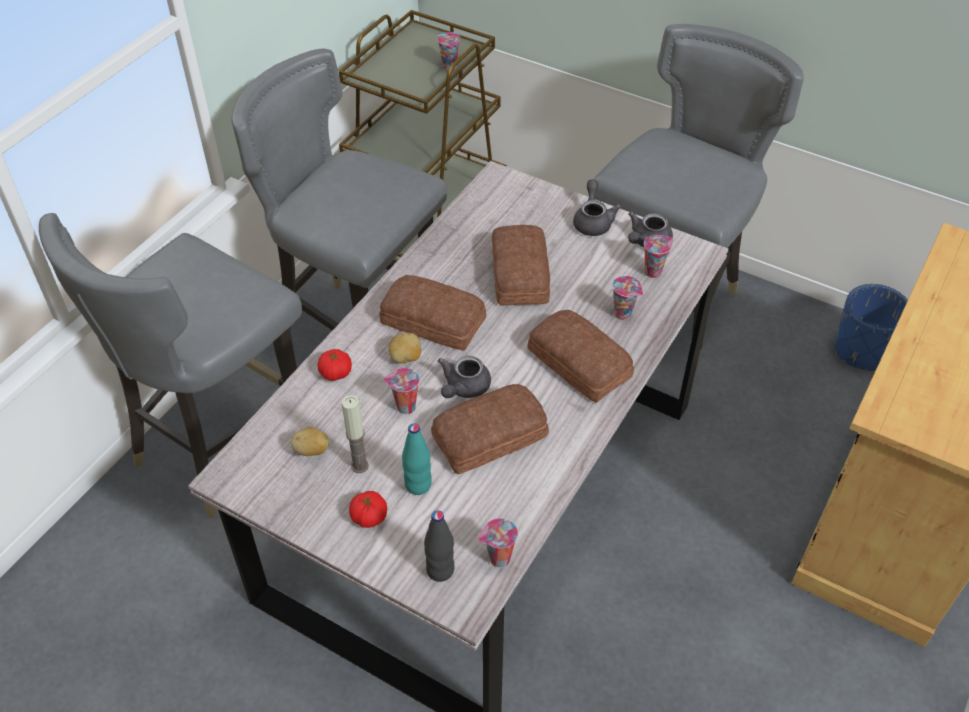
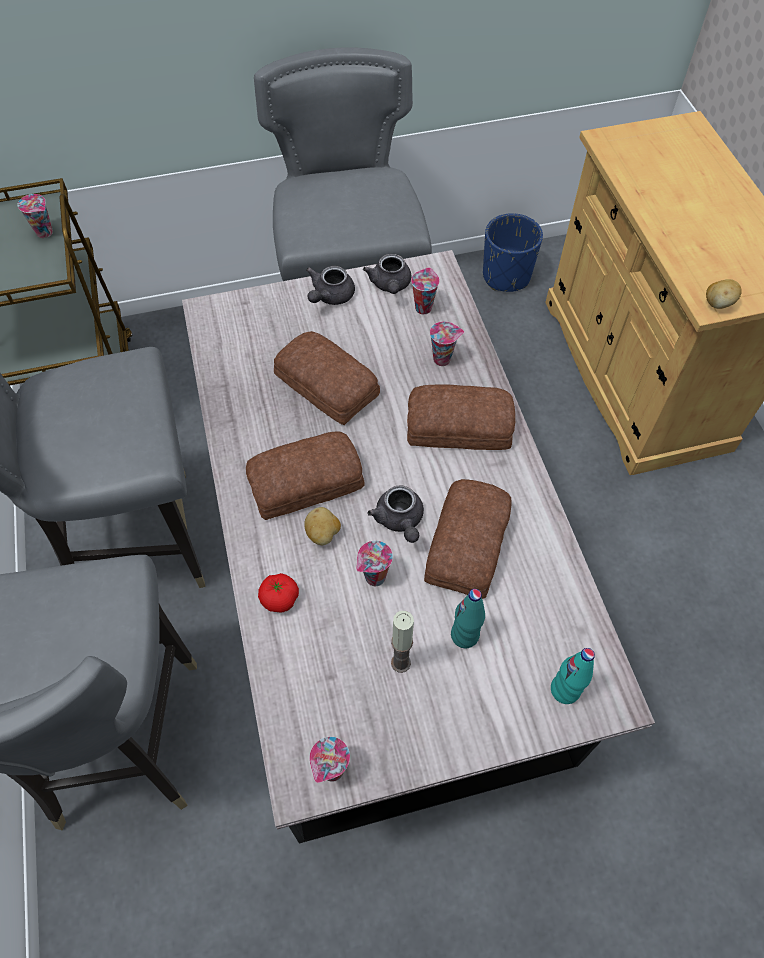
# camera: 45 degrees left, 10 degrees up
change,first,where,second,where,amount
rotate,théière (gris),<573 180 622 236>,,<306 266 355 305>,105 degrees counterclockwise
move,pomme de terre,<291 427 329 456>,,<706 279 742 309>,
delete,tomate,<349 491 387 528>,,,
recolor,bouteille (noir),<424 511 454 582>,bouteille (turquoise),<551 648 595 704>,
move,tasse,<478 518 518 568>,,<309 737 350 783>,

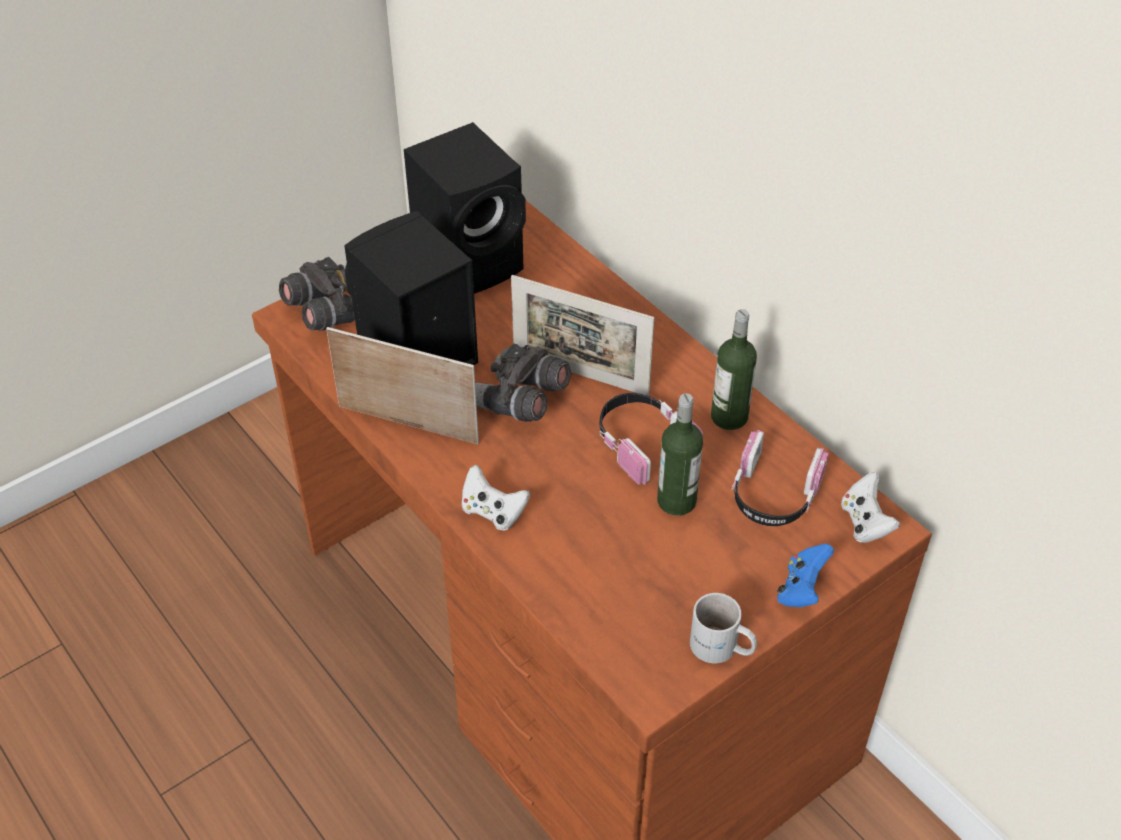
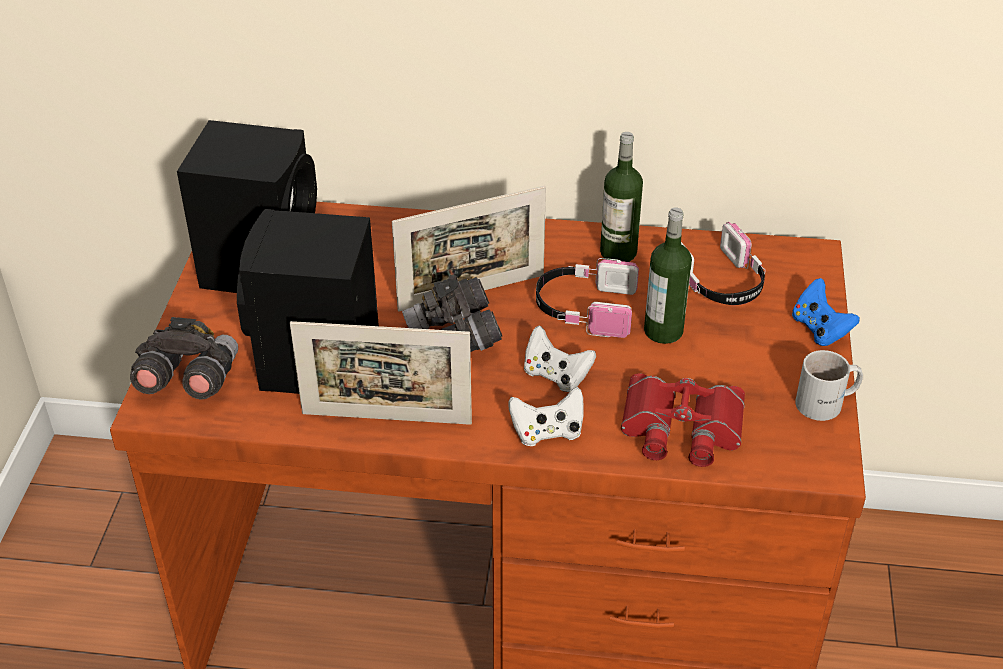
# camera: 45 degrees left, 5 degrees down
change,first,where,second,where,amount
rotate,cadre photo,<326 327 479 444>,,<290 321 472 425>,150 degrees counterclockwise
move,manette (blanc),<841 472 900 543>,,<524 326 596 392>,
insert,,,jumelles (rouge),<621 373 745 467>,

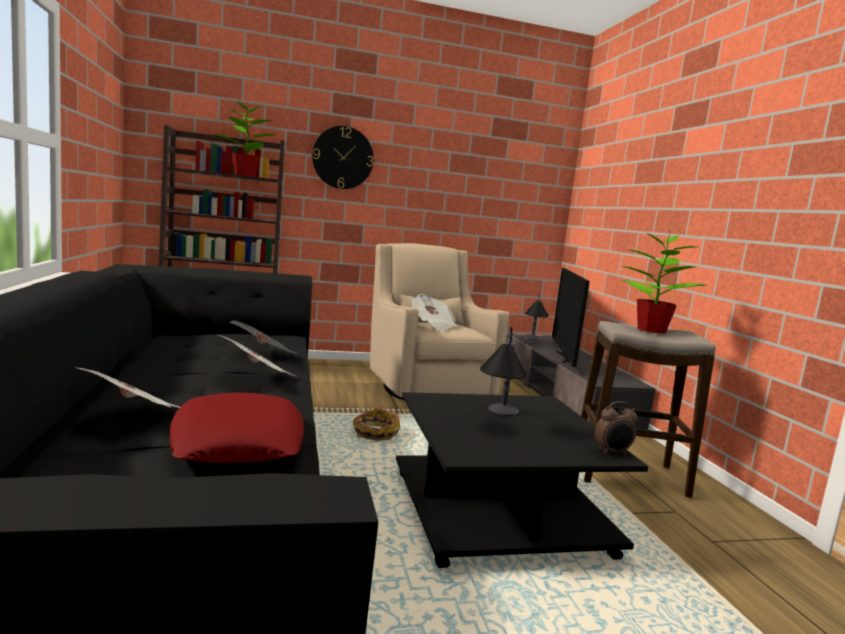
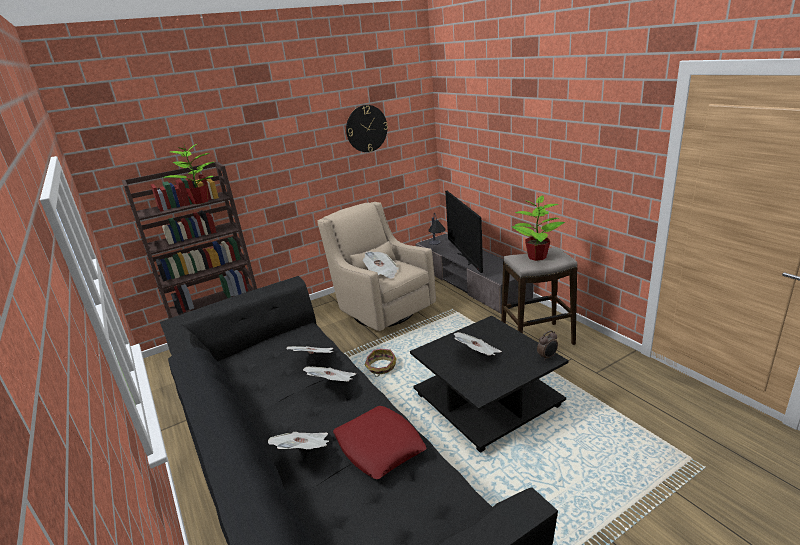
# camera: 15 degrees left, 15 degrees up
change,first,where,second,where,amount
move,horloge murale,<312 126 374 189>,,<346 105 388 152>,
replace,lampe de table,<480 327 526 416>,journal,<453 332 502 356>,

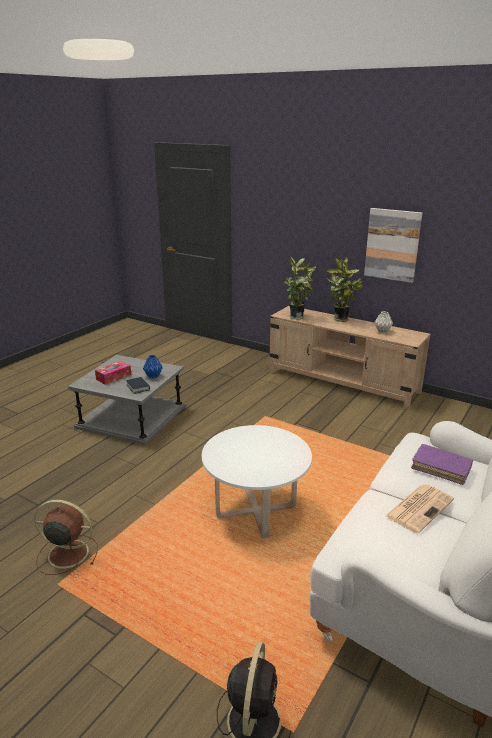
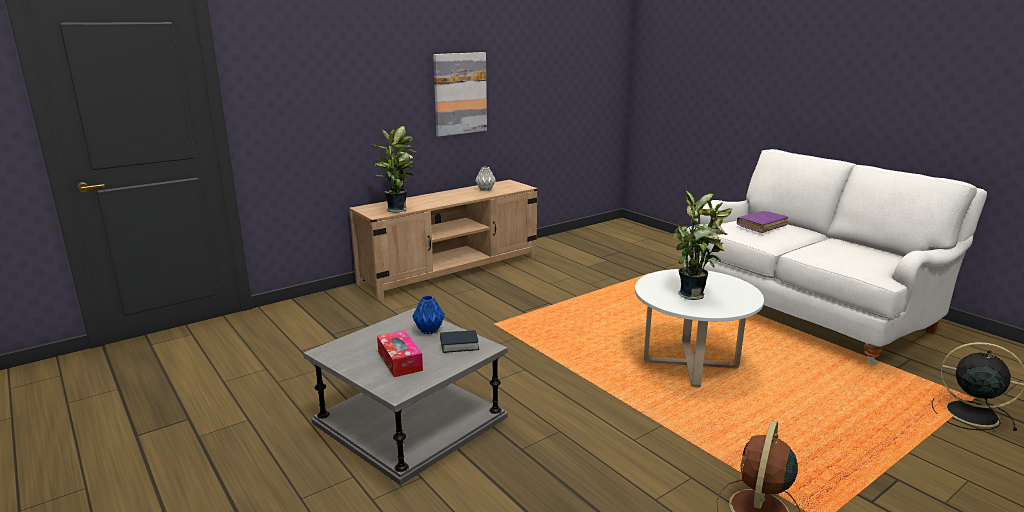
# camera: 70 degrees left, 5 degrees down
change,first,where,second,where,amount
move,plante en pot,<327 256 363 322>,,<673 190 733 300>,
delete,journal,<385 484 454 533>,,,

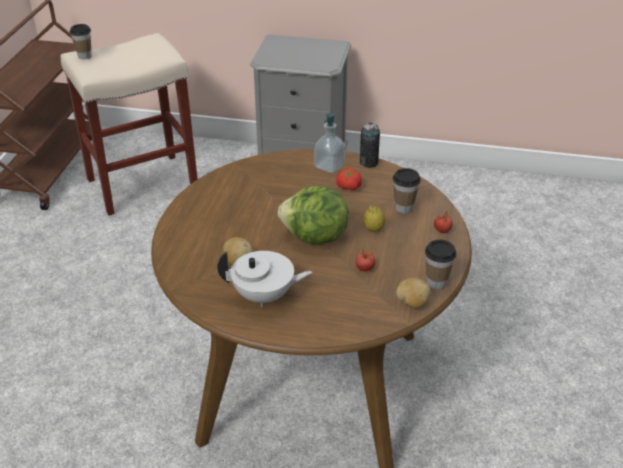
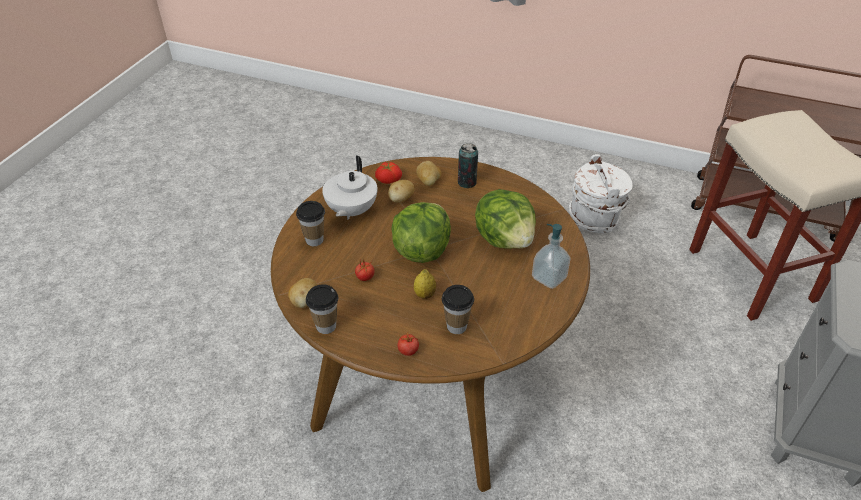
# camera: 100 degrees right, 5 degrees up
change,first,where,second,where,amount
move,tasse,<70 24 91 59>,,<296 201 325 246>,
move,boîte métallique,<360 123 380 168>,,<458 143 478 188>,
move,tomate,<336 168 362 190>,,<375 162 402 184>,
insert,,,seau (blanc),<568 154 633 233>,
insert,,,pomme de terre,<416 161 441 186>,
insert,,,laitue,<475 189 536 249>,

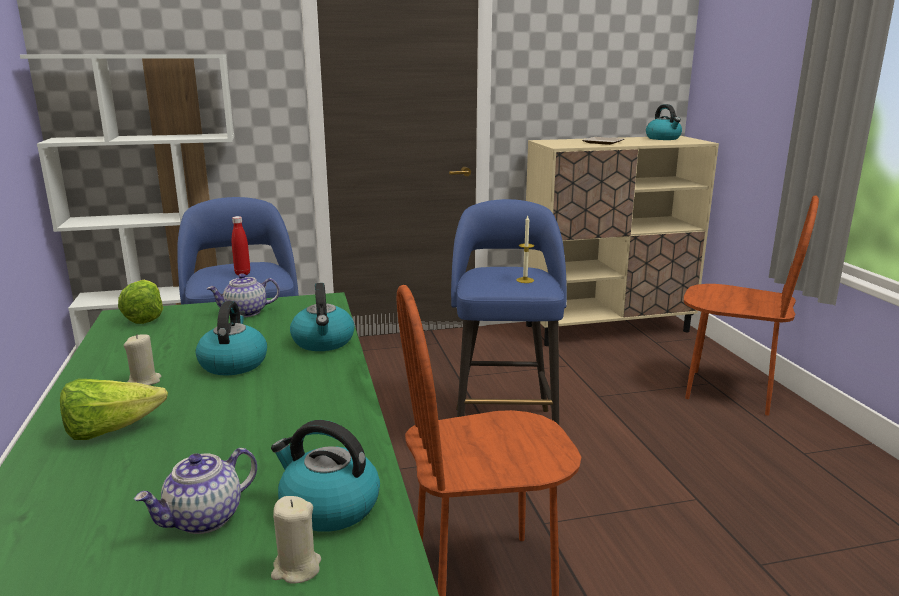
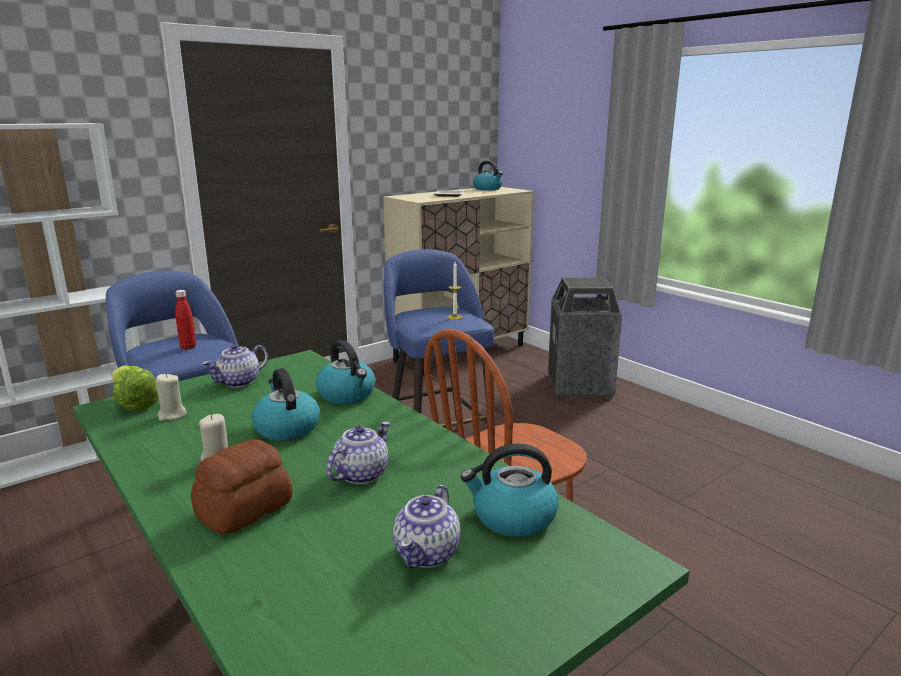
# camera: 25 degrees left, 0 degrees up
change,first,where,second,where,amount
replace,chaise (marron),<684 195 819 416>,poubelle,<548 277 622 397>,
replace,laitue,<60 379 168 440>,pain,<191 439 293 534>,
move,bougie (beige),<271 496 321 584>,,<156 374 186 421>,
insert,,,théière,<326 422 390 484>,

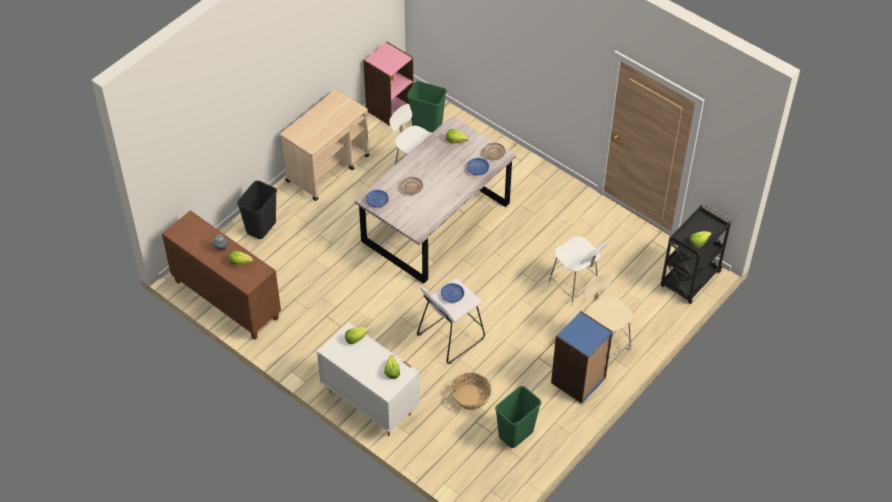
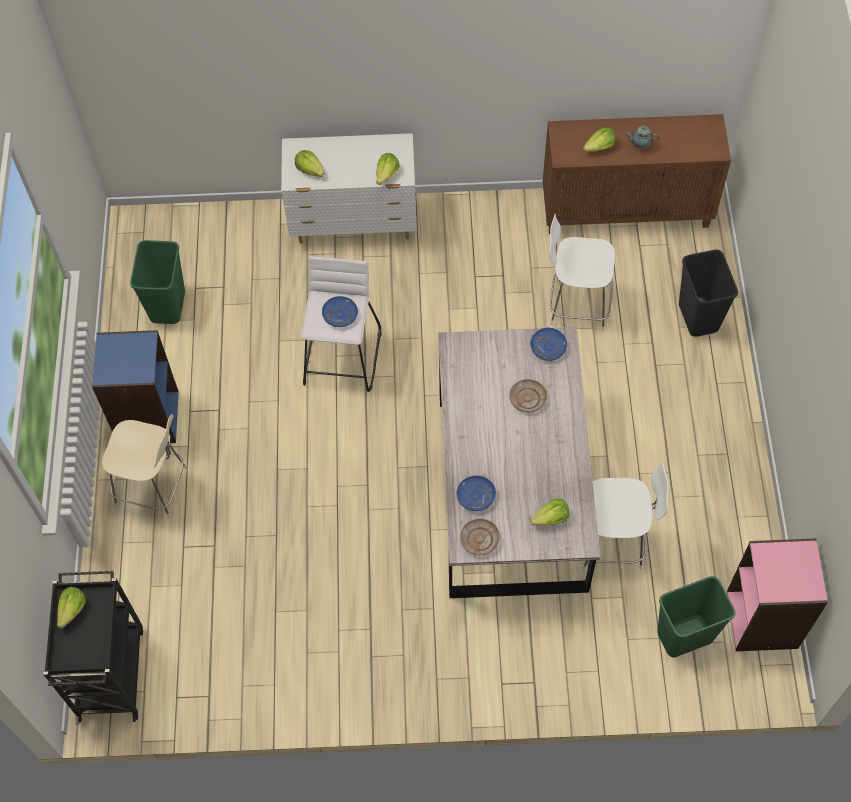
# camera: 140 degrees right, 10 degrees up
change,first,where,second,where,amount
delete,chariot (beige),<281 89 369 201>,,,
move,chaise (blanc),<548 236 607 306>,,<549 214 615 331>,
delete,panier,<451 372 492 410>,,,

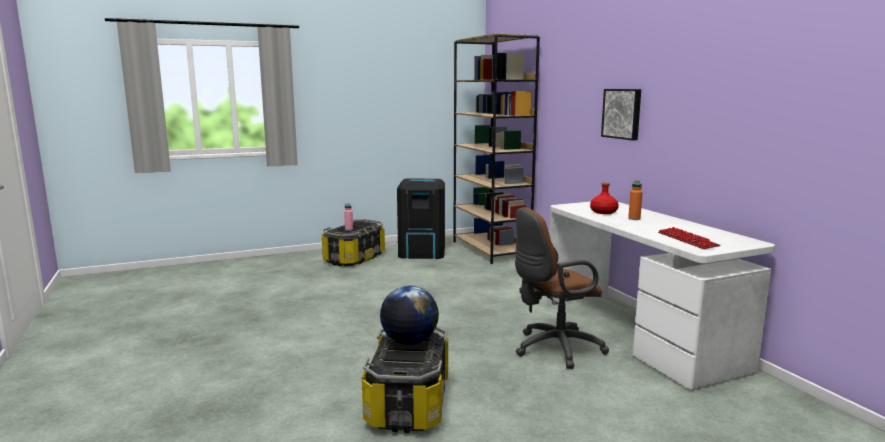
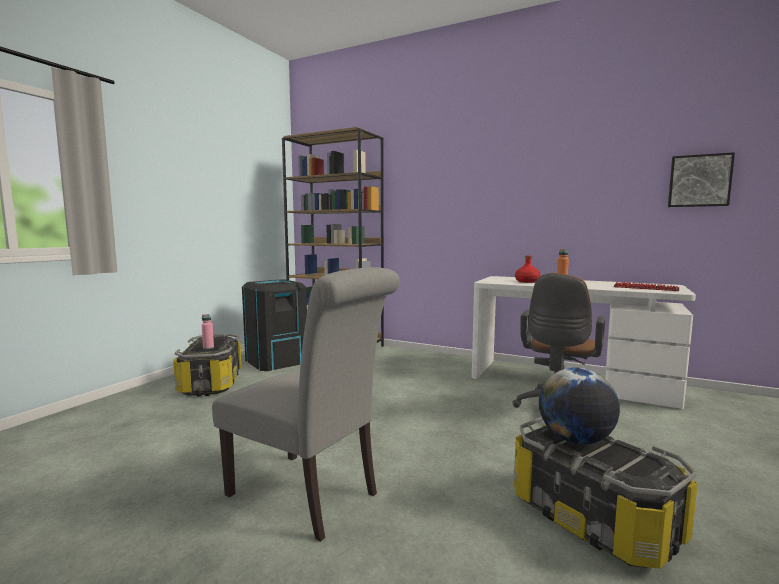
# camera: 40 degrees left, 5 degrees down
change,first,where,second,where,amount
move,tableau,<601 89 641 140>,,<668 152 735 207>,
insert,,,chaise (gris),<212 267 400 542>,

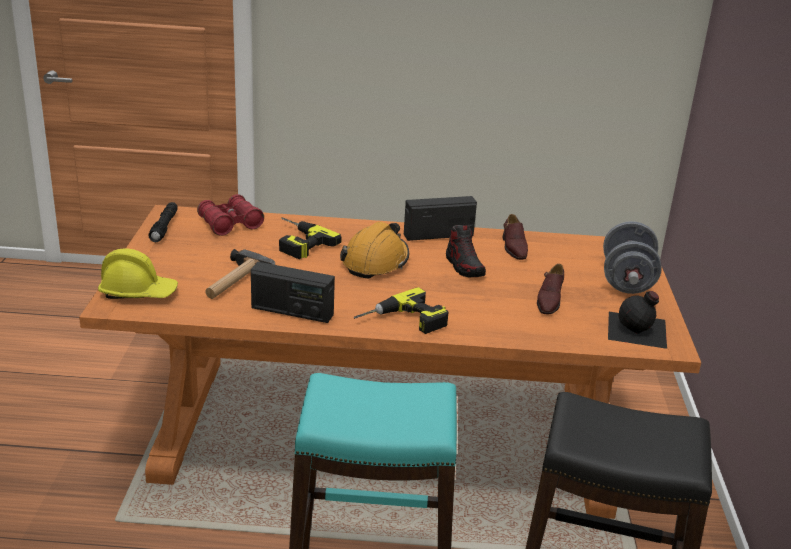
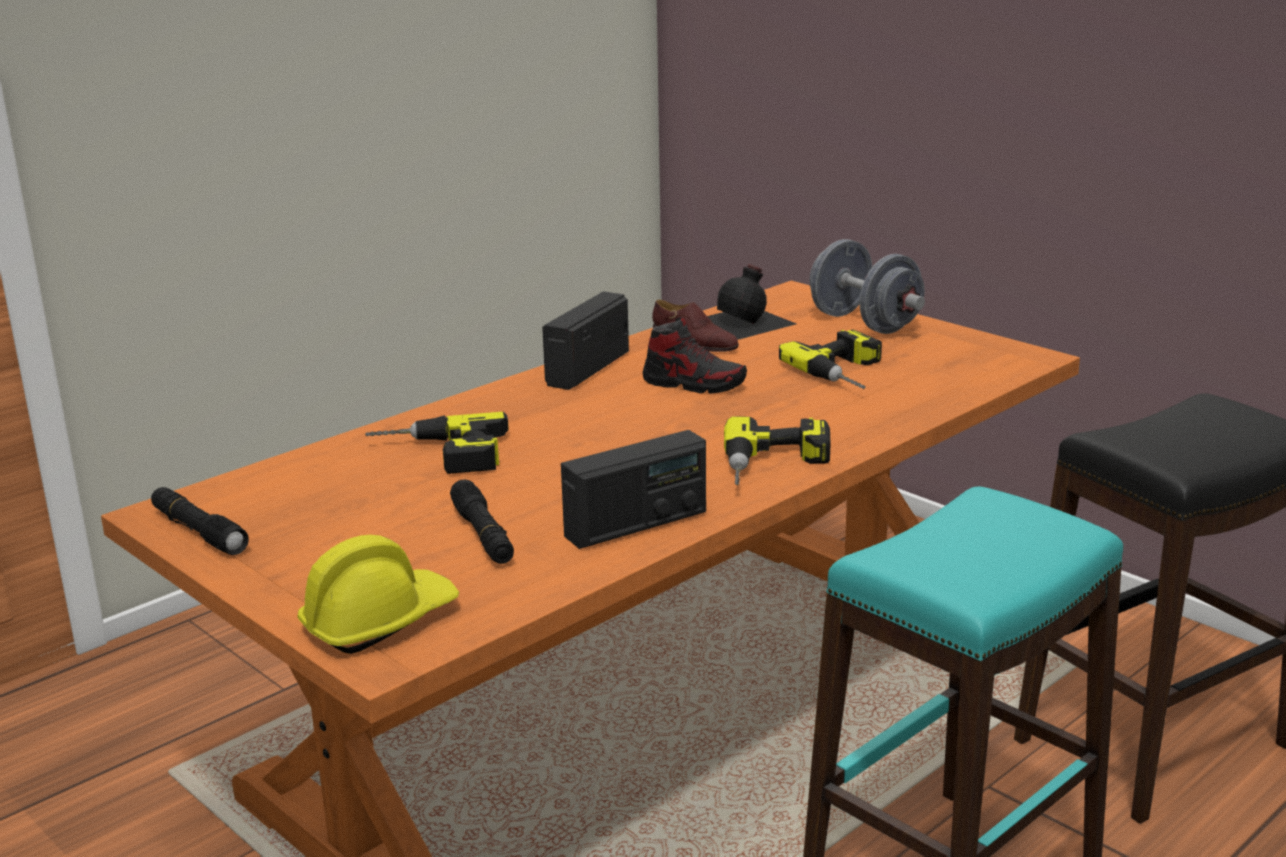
# camera: 45 degrees left, 5 degrees down
change,first,where,second,where,amount
delete,jumelles (rouge),<197 194 264 236>,,,
delete,casque de chantier (orange),<340 222 409 279>,,,
replace,marteau,<205 249 275 299>,lampe de poche (noir),<450 479 514 564>,
replace,chaussure (marron),<537 264 564 314>,perceuse,<779 330 882 389>,
move,bouteille (noir),<608 291 667 349>,,<707 264 796 340>,

